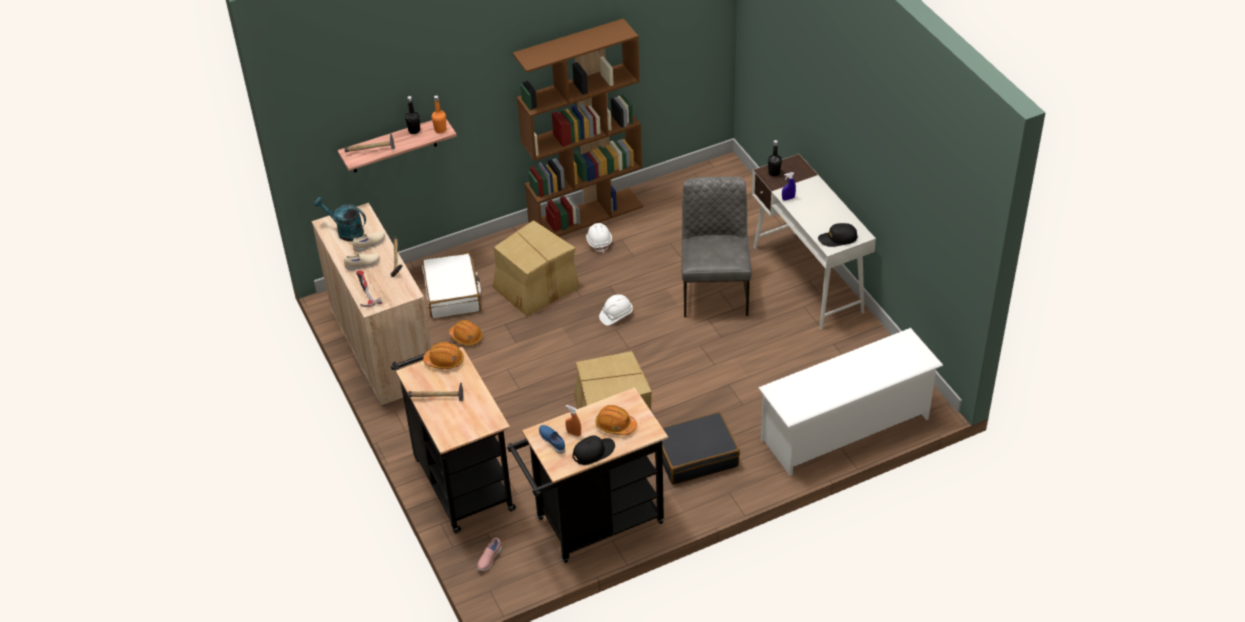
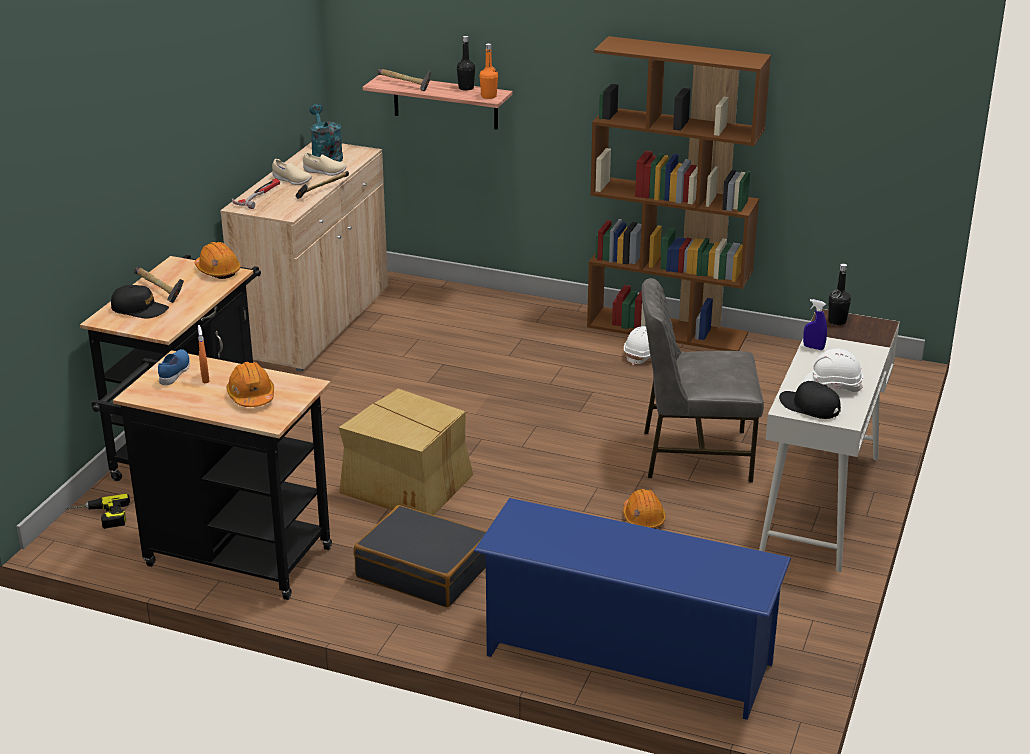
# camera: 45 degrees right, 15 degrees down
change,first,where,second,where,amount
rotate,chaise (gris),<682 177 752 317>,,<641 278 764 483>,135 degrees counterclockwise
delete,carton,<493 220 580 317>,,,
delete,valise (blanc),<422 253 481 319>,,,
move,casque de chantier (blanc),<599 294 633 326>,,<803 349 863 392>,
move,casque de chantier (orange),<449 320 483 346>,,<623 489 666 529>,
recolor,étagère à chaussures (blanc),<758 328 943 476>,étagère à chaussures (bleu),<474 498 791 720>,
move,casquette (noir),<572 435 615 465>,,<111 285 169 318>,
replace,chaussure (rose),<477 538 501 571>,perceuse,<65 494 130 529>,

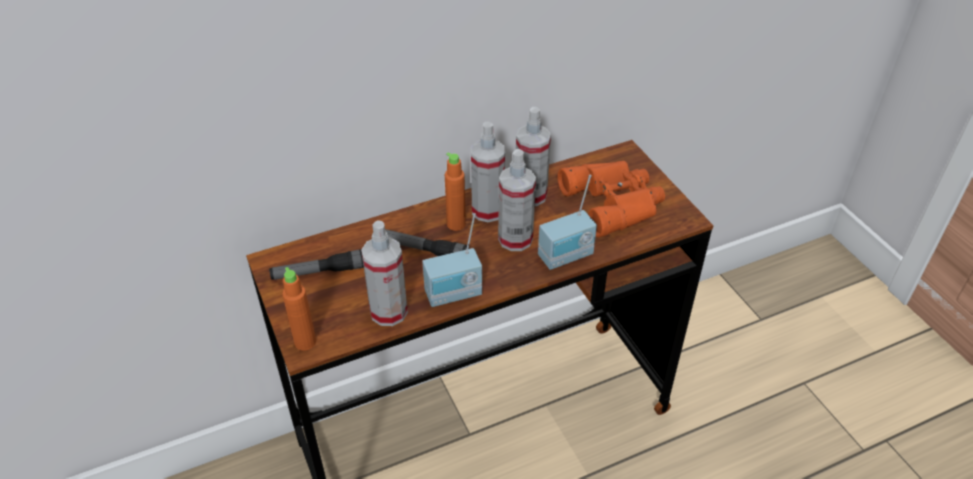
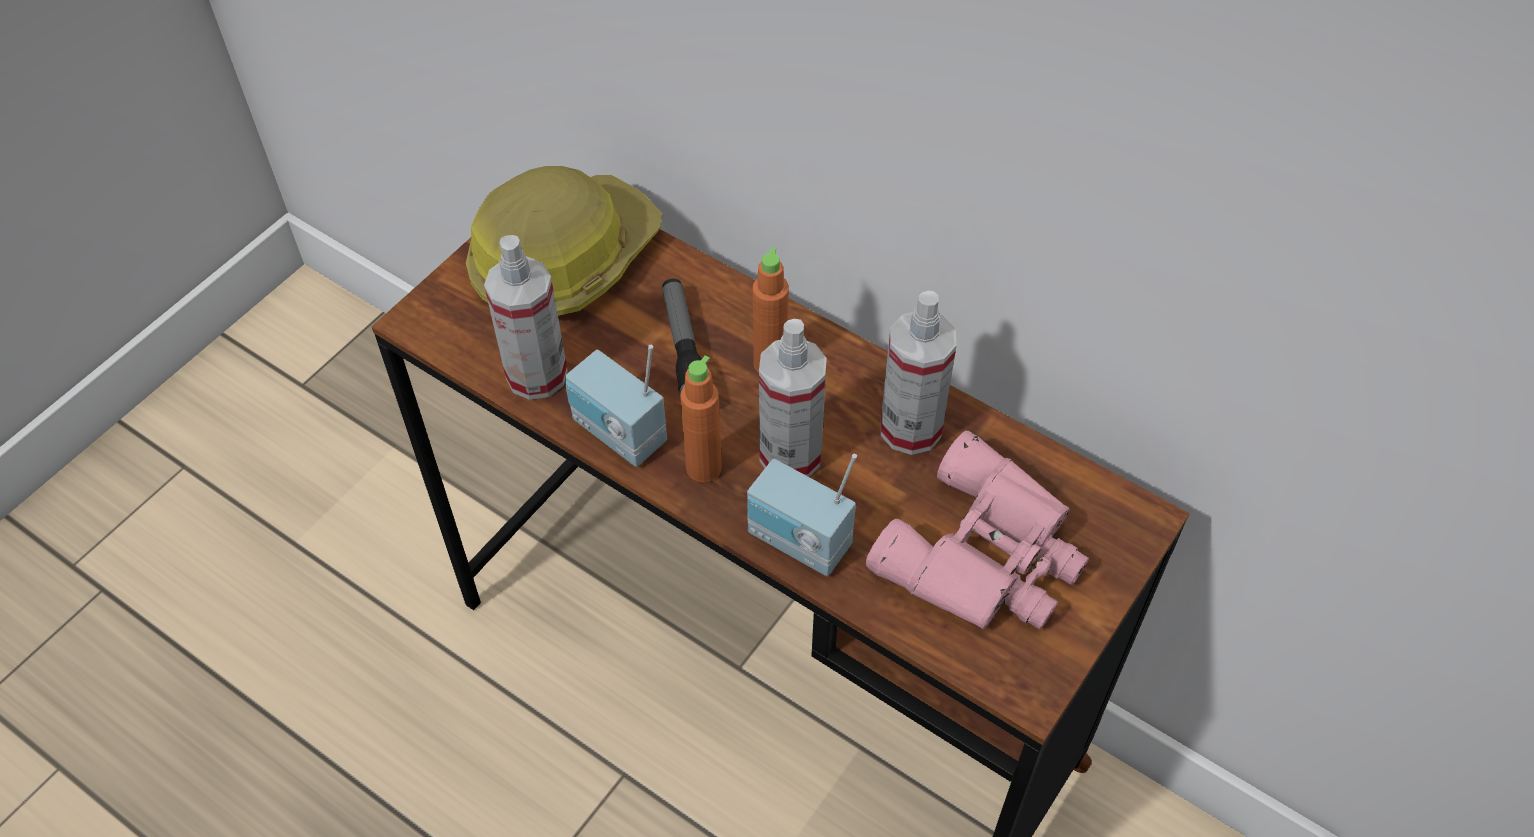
# camera: 60 degrees right, 10 degrees up
change,first,where,second,where,amount
delete,vaporisateur,<471 122 505 222>,,,
recolor,jumelles (orange),<557 161 665 237>,jumelles (rose),<866 431 1089 630>,
replace,lampe de poche,<269 249 364 280>,casque de chantier,<466 166 662 316>,
move,bouteille (orange),<282 267 316 351>,,<680 355 722 483>,

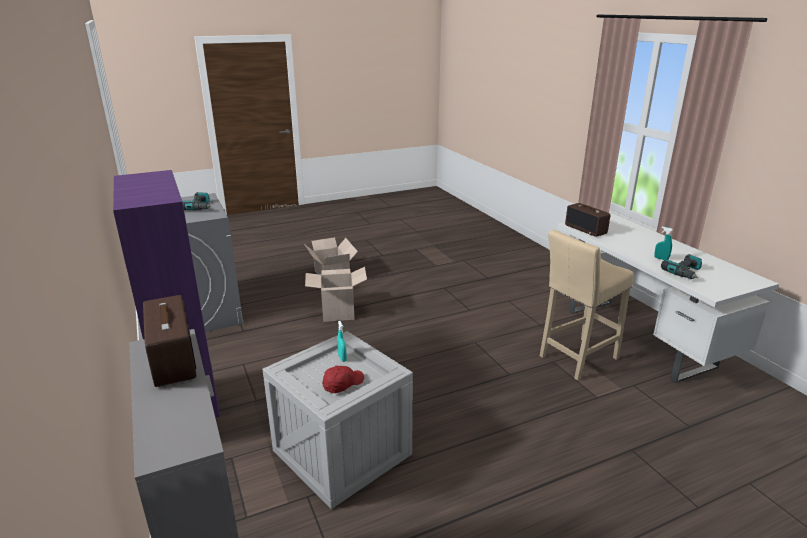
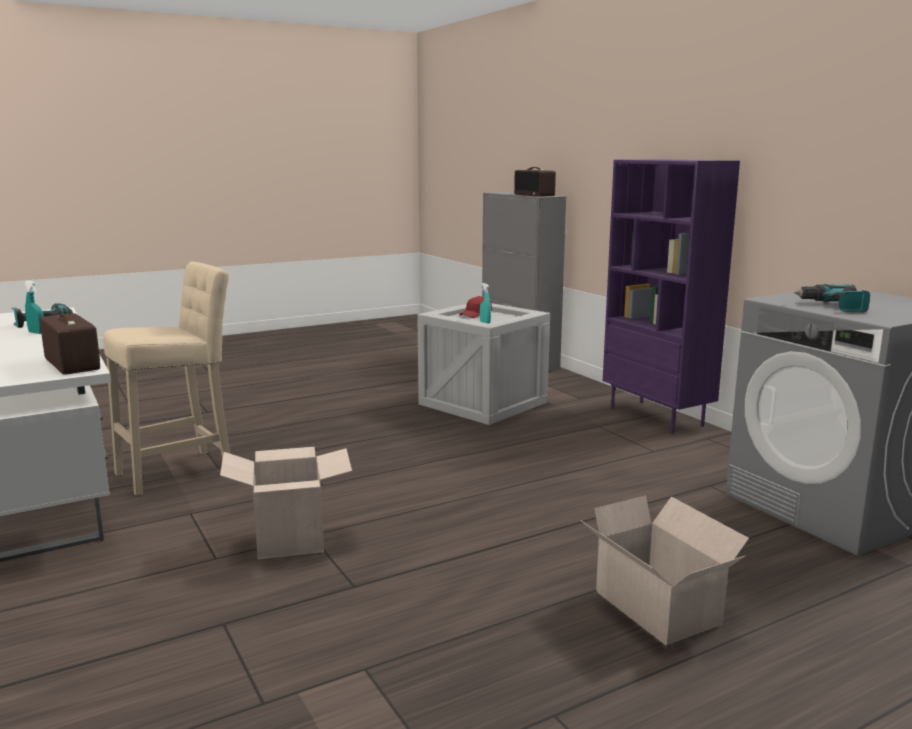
# camera: 175 degrees right, 10 degrees down
change,first,where,second,where,amount
move,carton,<305 267 367 322>,,<220 447 352 559>,

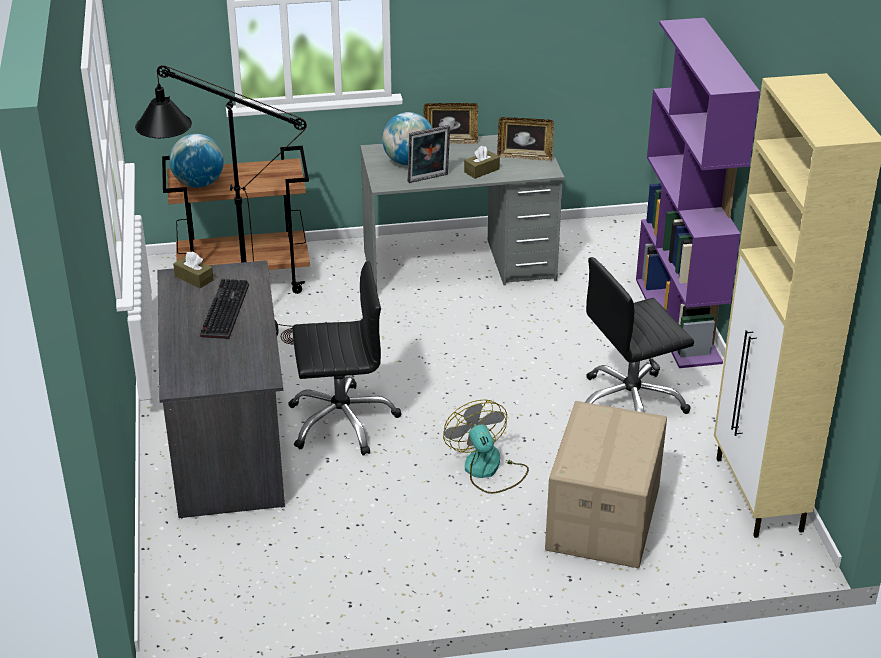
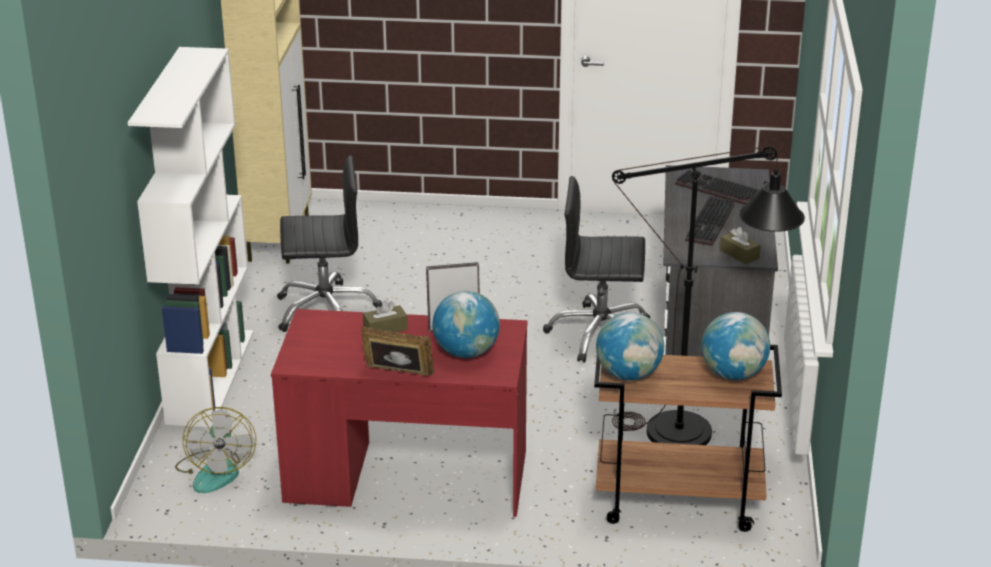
# camera: 165 degrees left, 5 degrees down
change,first,where,second,where,amount
recolor,bibliothèque (violet),<636 18 760 368>,bibliothèque (blanc),<128 47 254 427>,
delete,cadre photo,<497 117 554 161>,,,
recolor,bureau (gris),<360 135 564 289>,bureau (rouge),<271 309 528 517>,
move,ventilateur,<443 399 529 494>,,<175 407 256 493>,
delete,carton,<545 401 667 568>,,,
insert,,,clavier,<675 170 760 205>,
insert,,,globe,<596 312 664 380>,

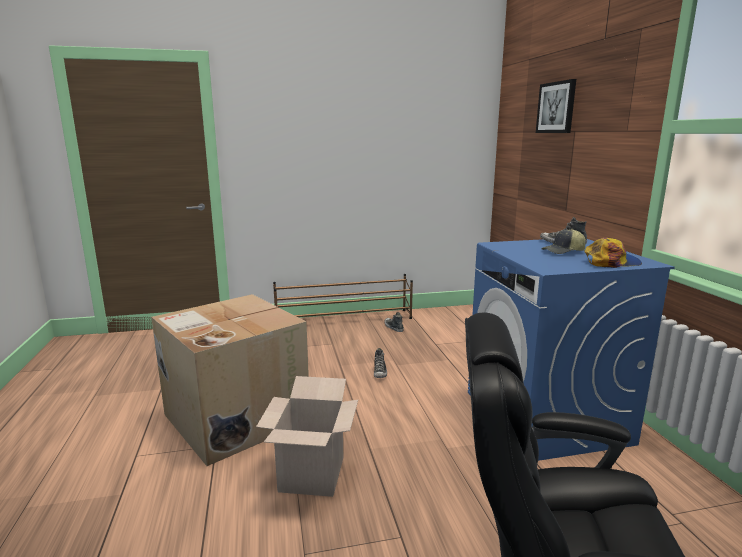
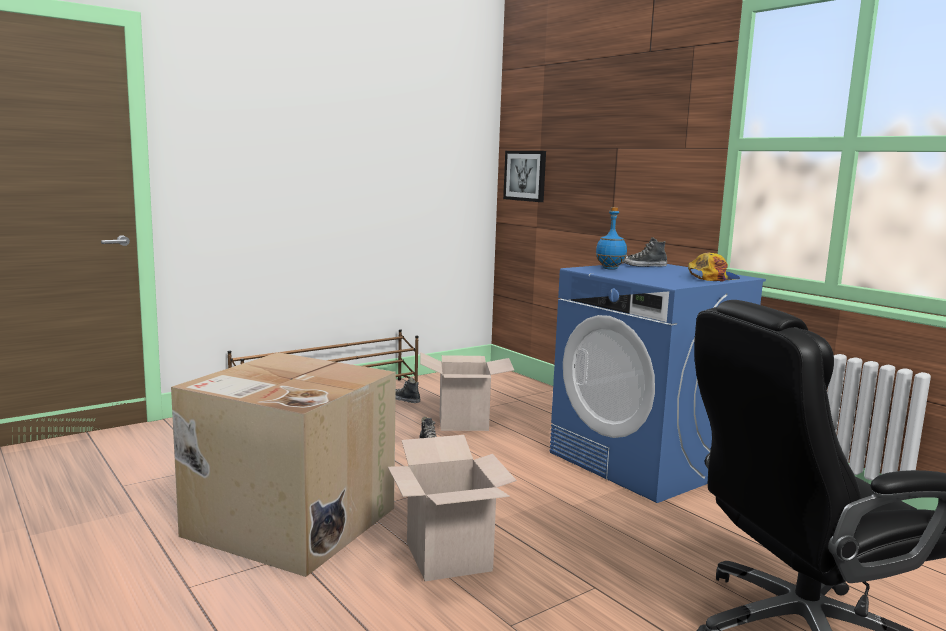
# camera: 25 degrees left, 5 degrees down
change,first,where,second,where,amount
move,tableau,<536 79 576 133>,,<503 151 546 202>,
delete,casquette,<541 229 585 254>,,,
insert,,,bouteille (bleu),<596 207 627 270>,
insert,,,carton,<420 352 514 431>,

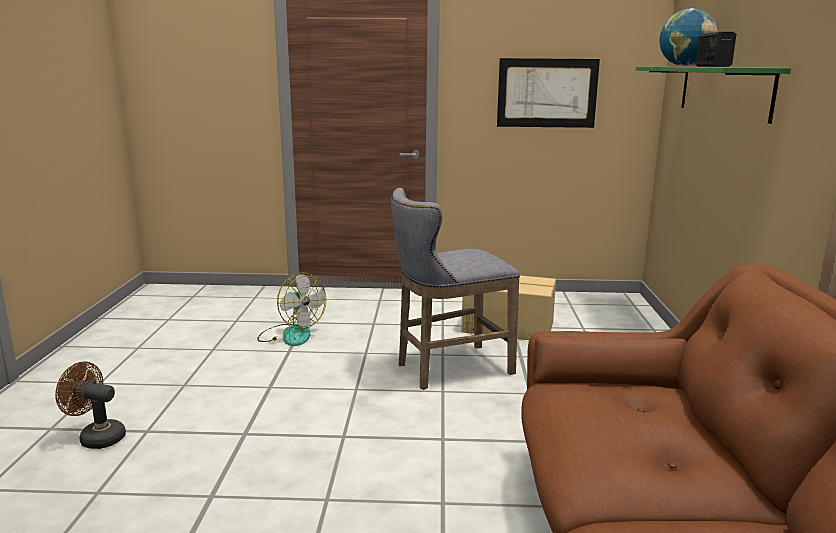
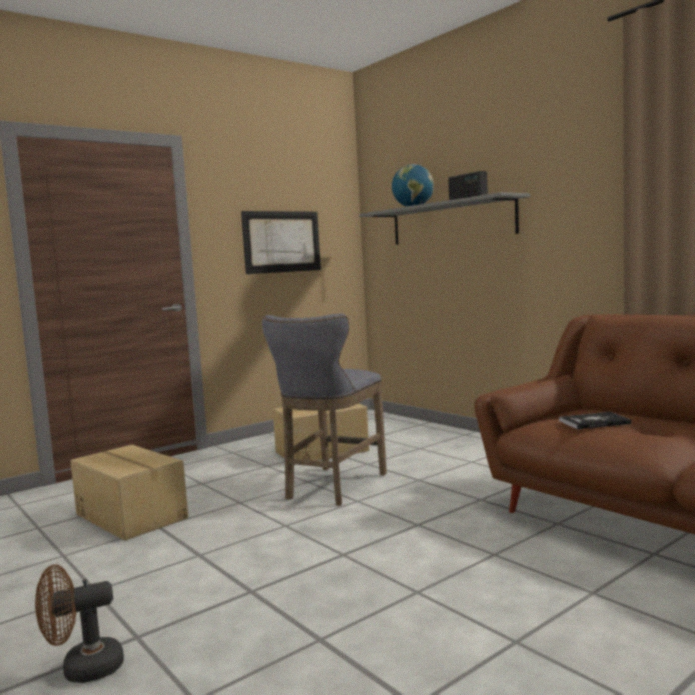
# camera: 40 degrees left, 10 degrees down
change,first,where,second,where,amount
recolor,étagère (vert),<636 67 791 124>,étagère (gris),<359 192 530 245>,
replace,ventilateur,<257 272 326 346>,carton,<70 445 188 541>,
insert,,,livre,<559 412 631 429>,

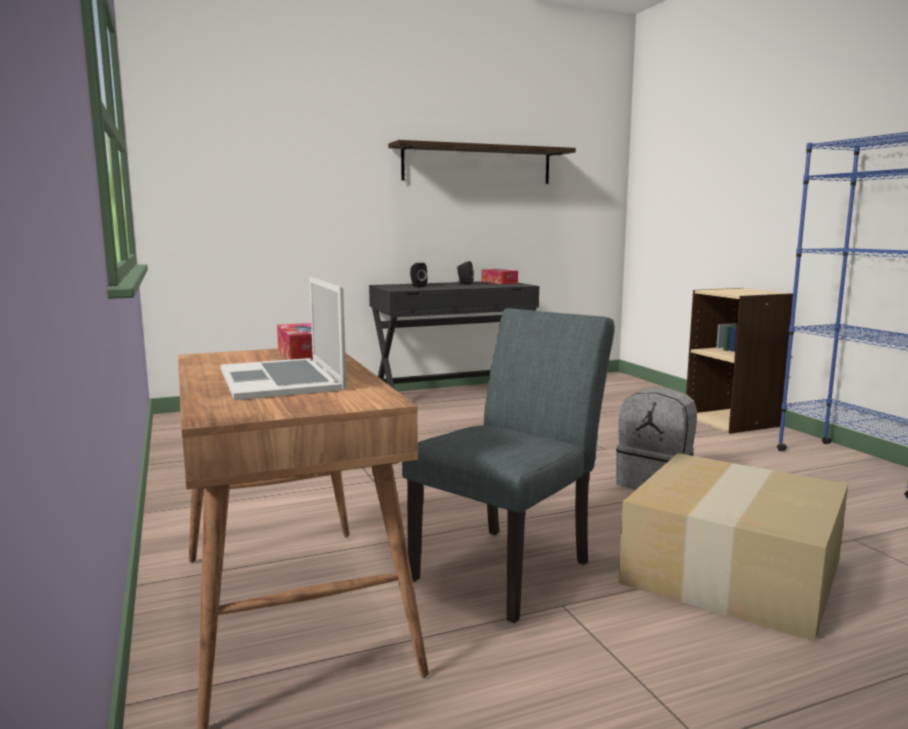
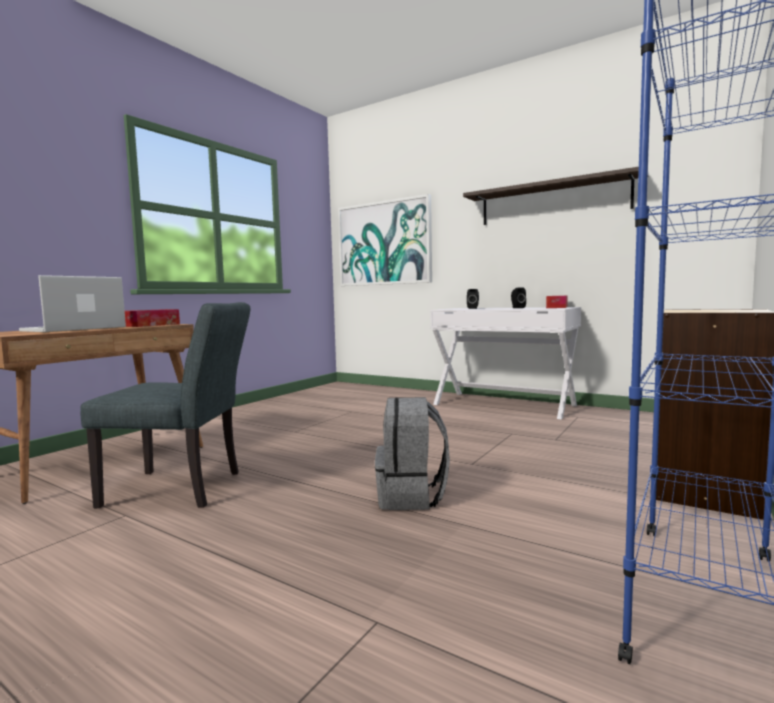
# camera: 55 degrees right, 5 degrees down
change,first,where,second,where,amount
recolor,bureau (noir),<369 281 539 389>,bureau (blanc),<430 307 581 420>,
delete,carton,<619 453 848 642>,,,
insert,,,tableau,<338 194 432 286>,

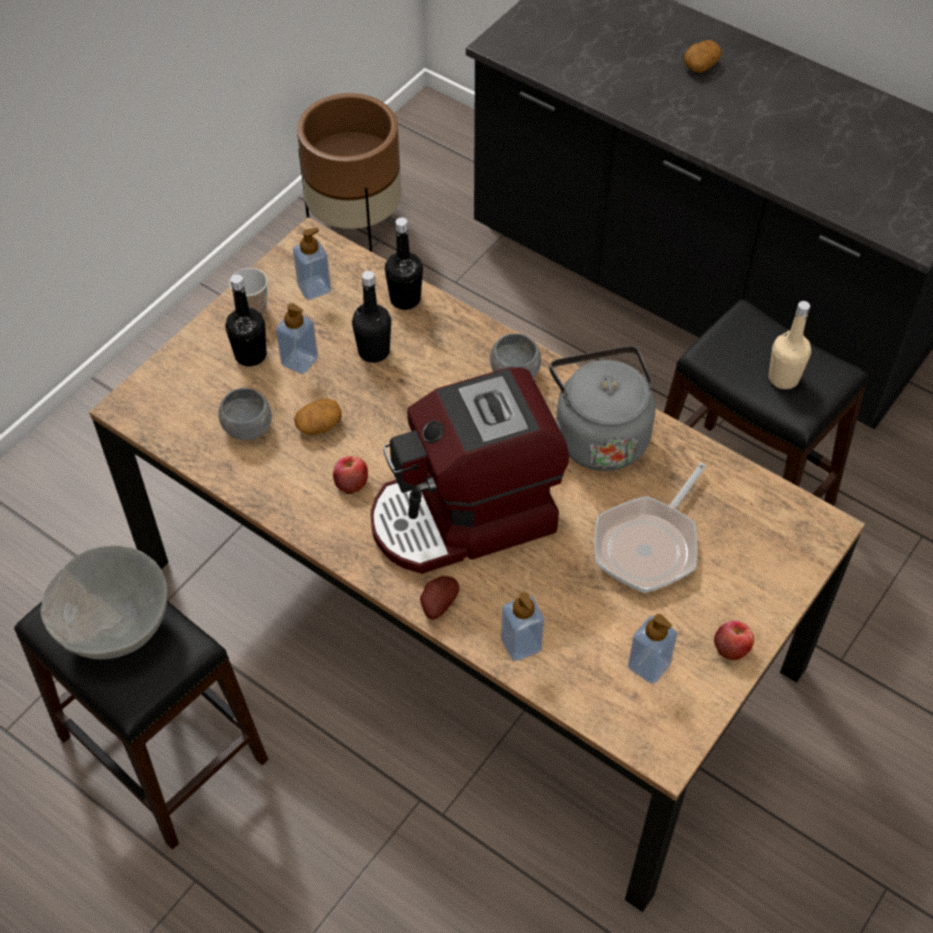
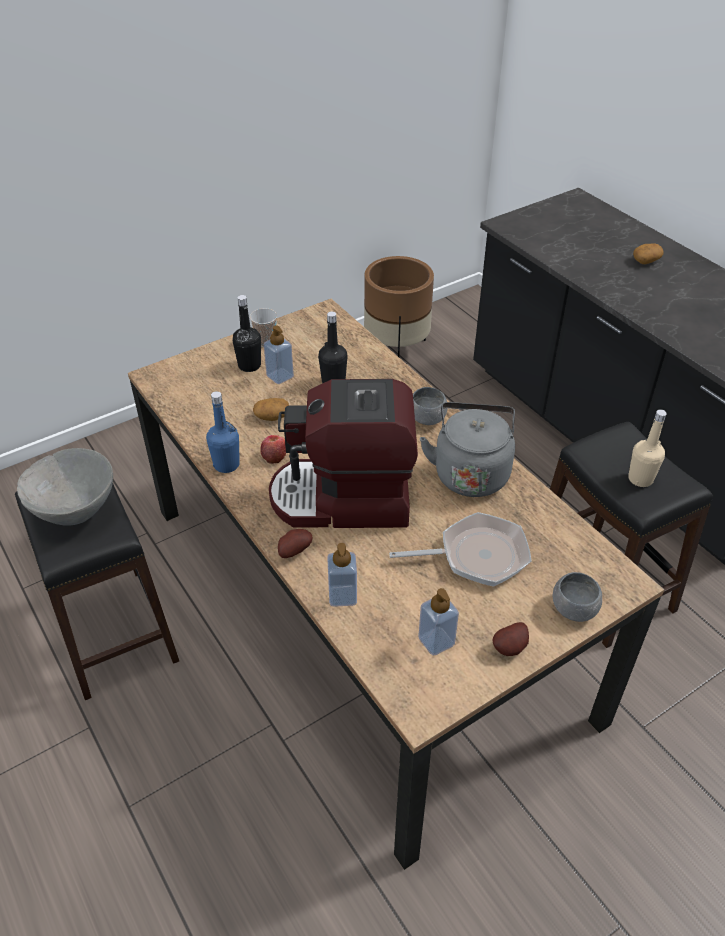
# camera: 20 degrees right, 10 degrees down
change,first,where,second,where,amount
delete,bouteille (noir),<385 217 423 310>,,,
delete,distributeur de savon,<293 228 331 300>,,,
move,bol (gris),<218 388 272 440>,,<553 572 602 622>,
rotate,poêle,<595 463 706 593>,,<389 512 531 587>,150 degrees counterclockwise
replace,pomme,<714 620 755 660>,pomme de terre,<493 622 529 656>,
insert,,,bouteille (bleu),<206 391 240 473>,

